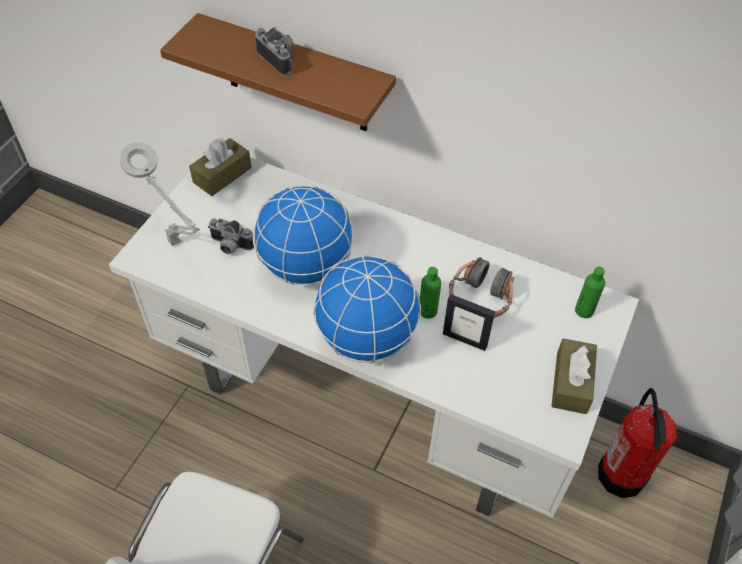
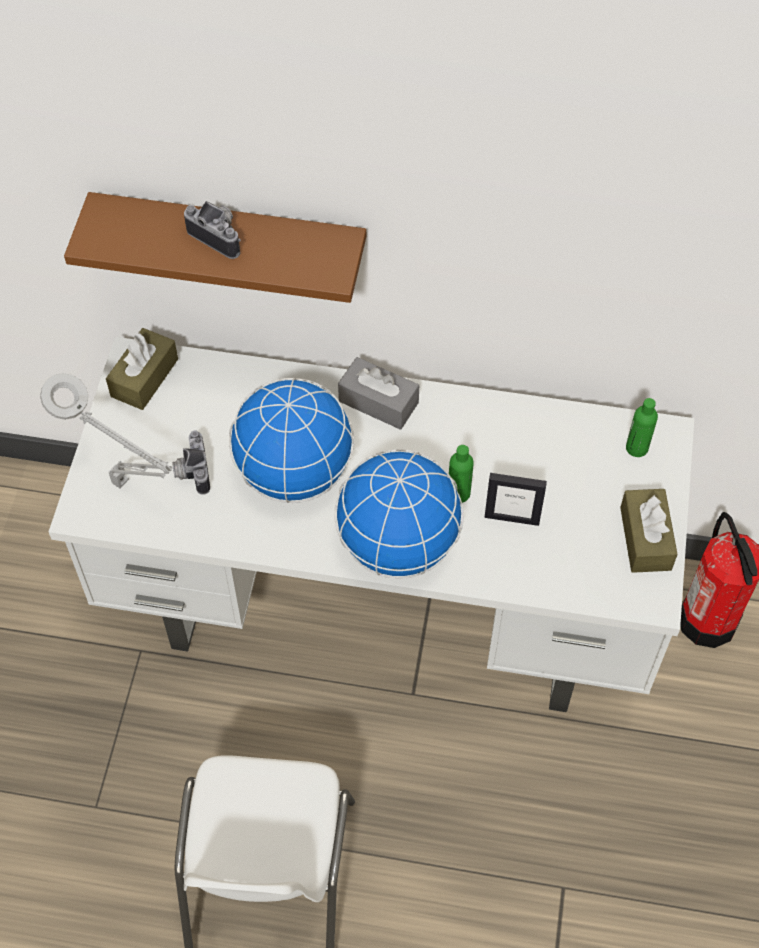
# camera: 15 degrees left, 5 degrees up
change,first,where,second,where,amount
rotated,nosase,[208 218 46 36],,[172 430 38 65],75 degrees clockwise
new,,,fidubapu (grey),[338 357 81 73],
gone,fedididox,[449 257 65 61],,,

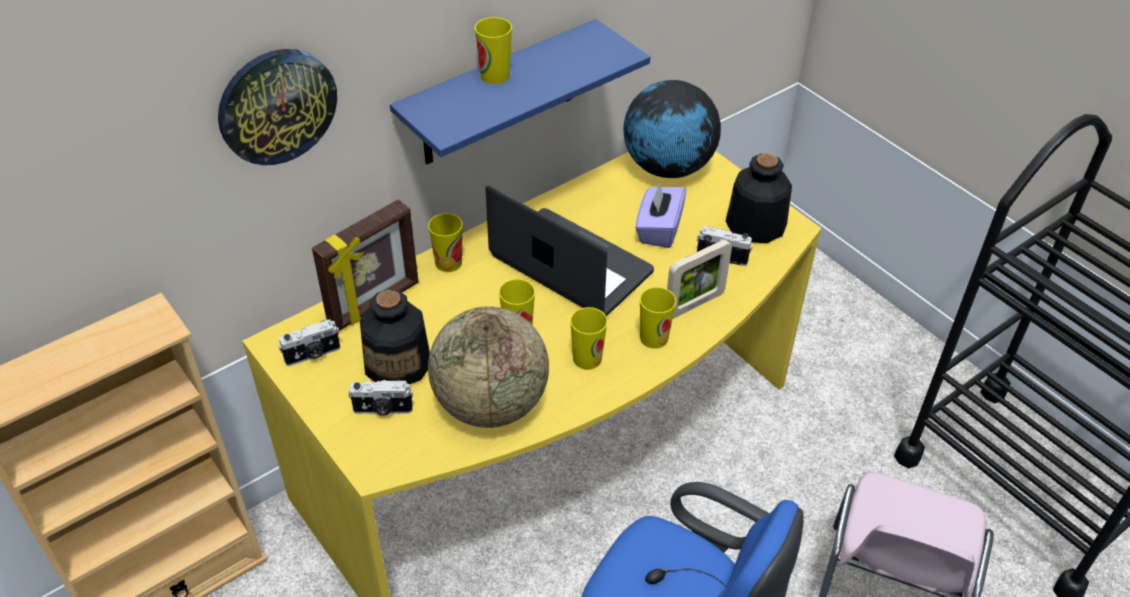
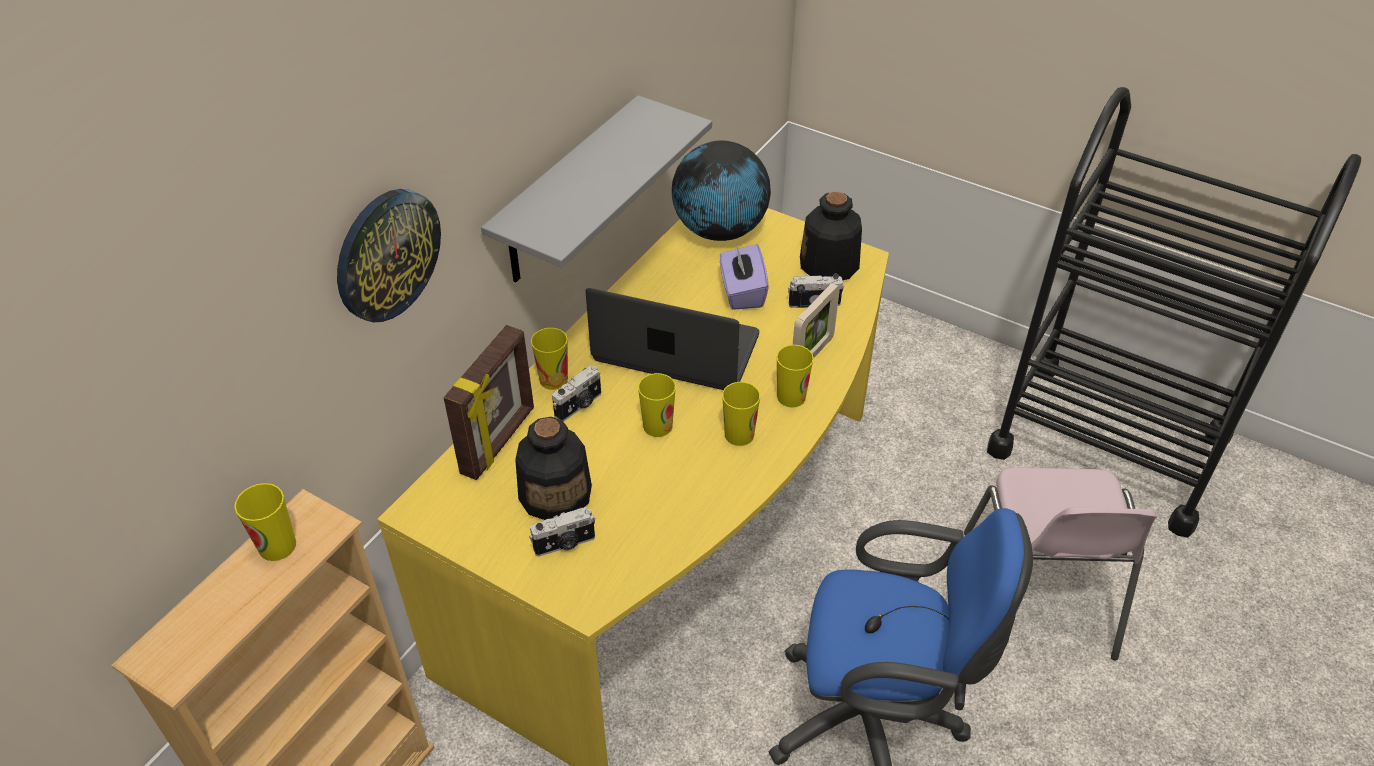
# camera: 20 degrees left, 0 degrees up
change,first,where,second,where,amount
shifted,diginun,[475 17 37 67],,[234 483 62 78],
repainted,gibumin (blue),[390 19 260 145],gibumin (grey),[481 95 231 187],
shifted,nosase,[279 319 61 47],,[552 366 49 56],
gone,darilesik,[428 306 121 122],,,

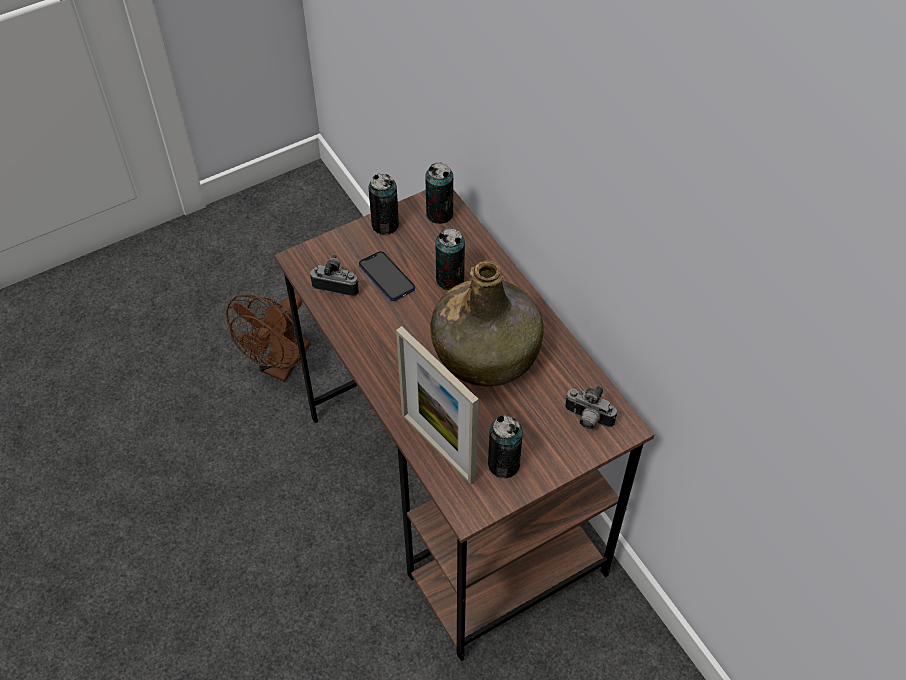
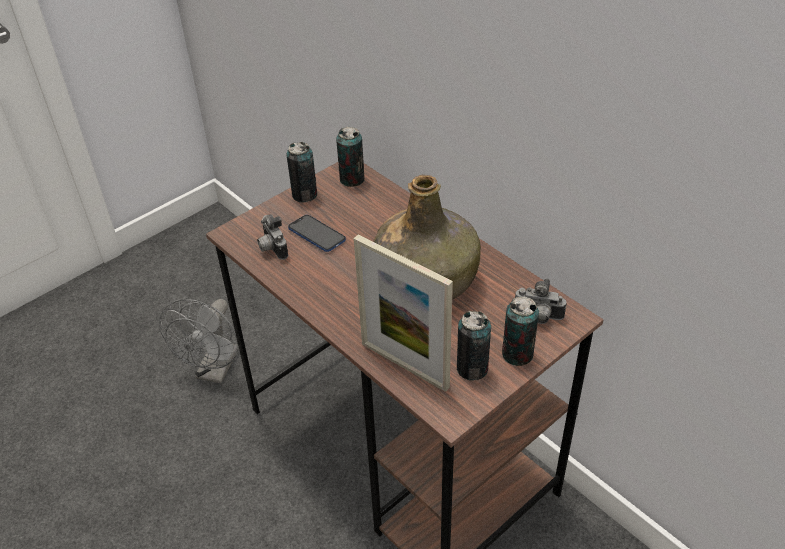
# camera: 10 degrees left, 10 degrees down
change,first,where,second,where,amount
repainted,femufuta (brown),[226 293 85 89],femufuta (grey),[159 299 80 84],
rotated,nosase,[310 254 49 43],,[257 214 31 46],120 degrees counterclockwise
shifted,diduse,[435 228 30 62],,[502 296 37 70],

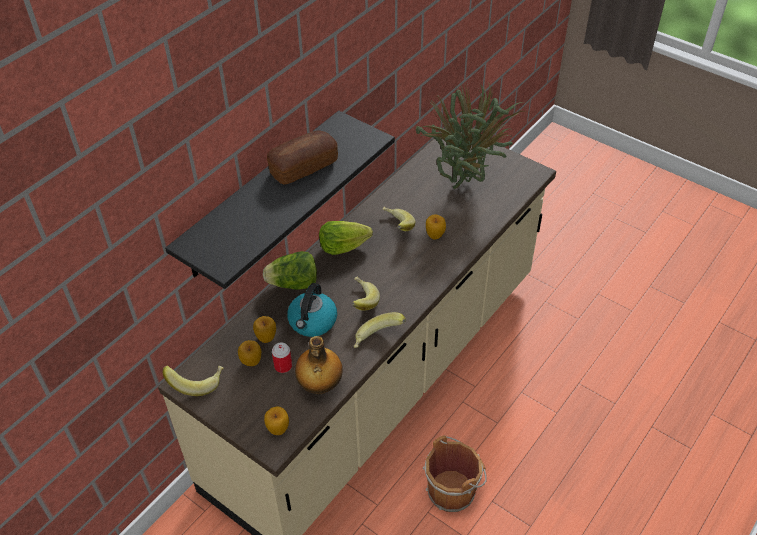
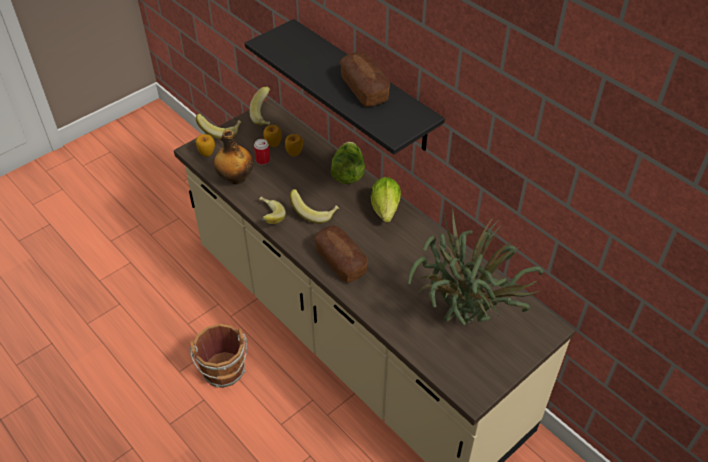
# camera: 100 degrees right, 0 degrees up
change,first,where,second,where,amount
shifted,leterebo,[383 207 32 24],,[196 114 46 25],
new,,,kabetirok,[314 226 53 57],
gone,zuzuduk,[287 283 50 54],,,
gone,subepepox,[426 214 20 25],,,

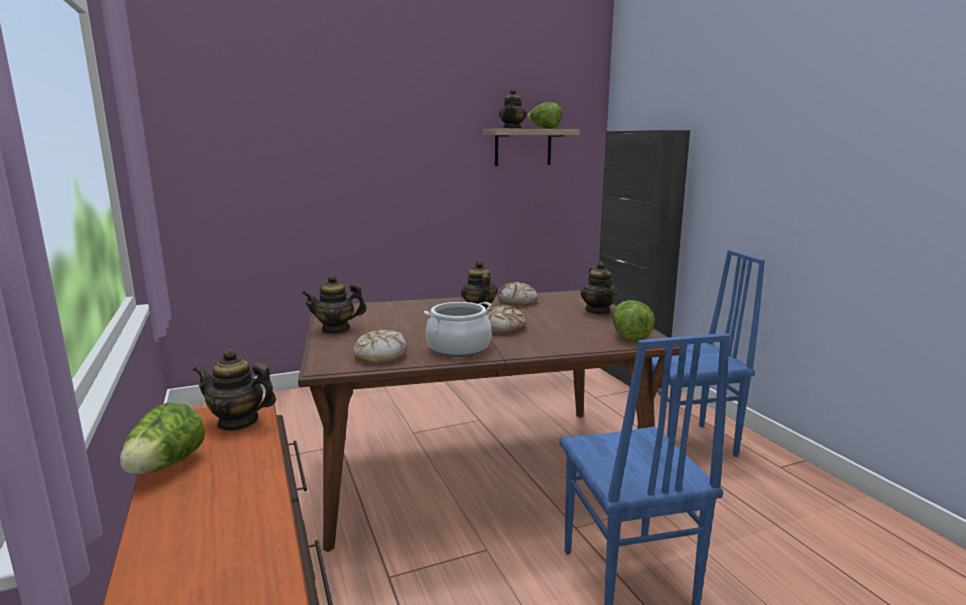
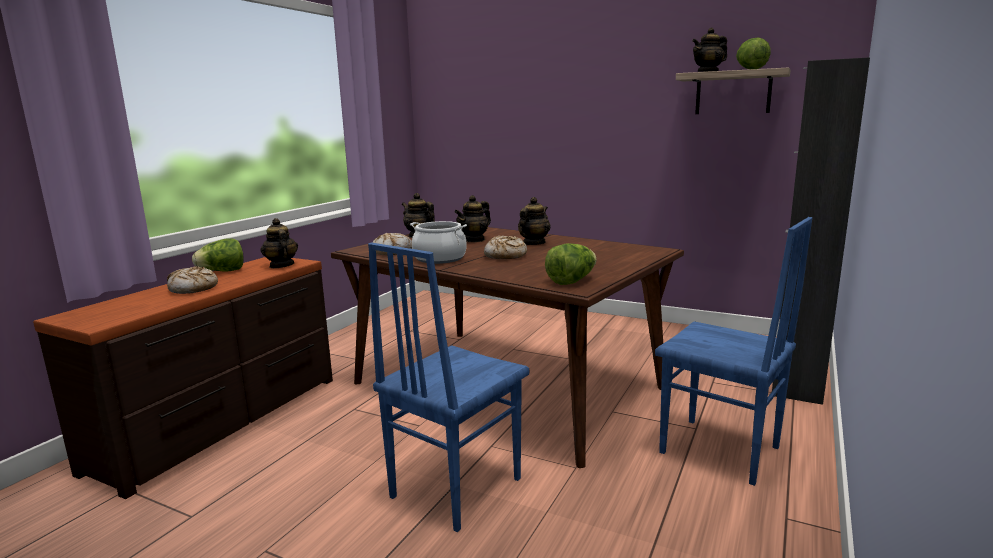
# camera: 50 degrees right, 0 degrees up
change,first,where,second,where,amount
shifted,kabetirok,[497 282 41 23],,[167 266 51 28],
shifted,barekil,[580 262 38 52],,[455 195 36 47],

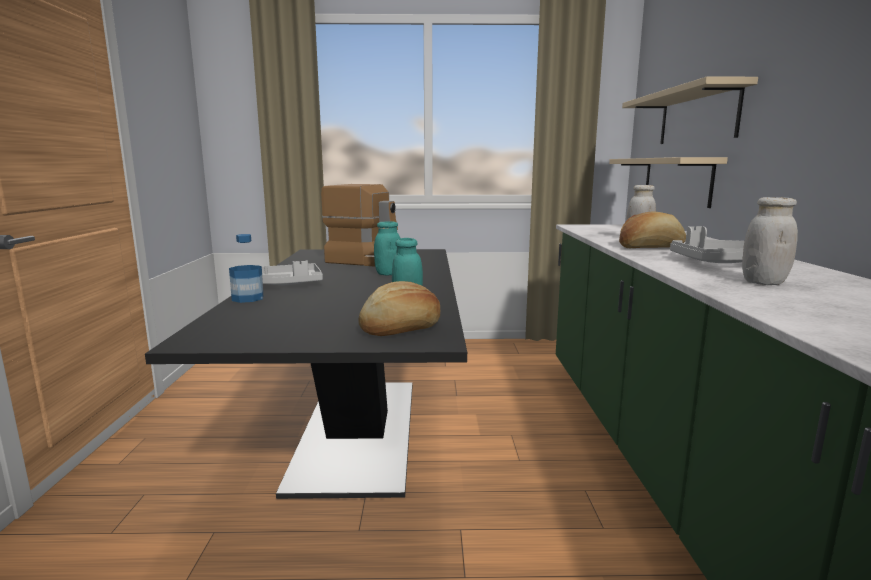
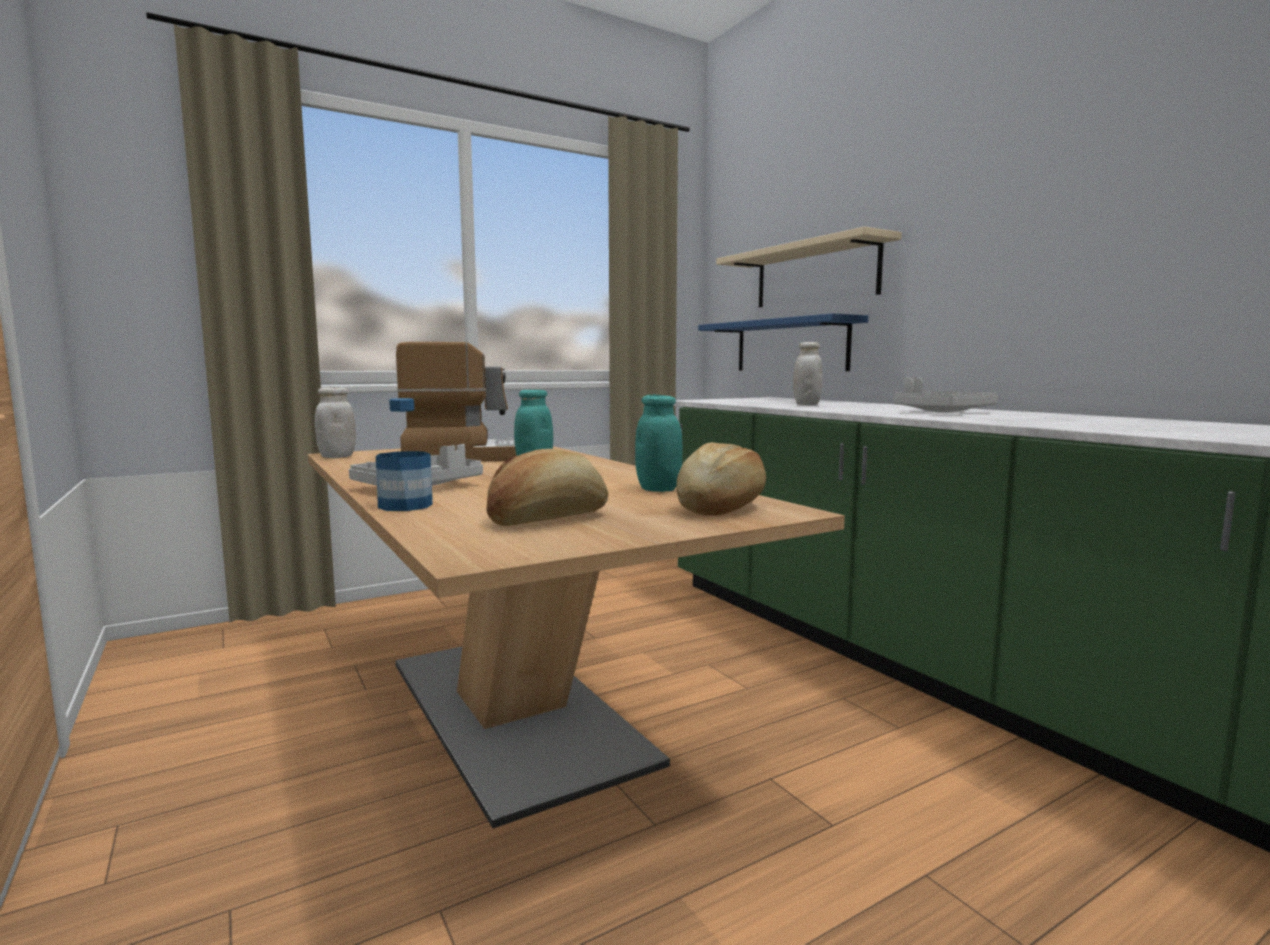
# camera: 30 degrees left, 5 degrees down
change,first,where,second,where,amount
repainted,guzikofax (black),[145 249 322 250],guzikofax (beige),[307 446 538 382],
shifted,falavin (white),[742 197 56 88],,[315 387 41 71],
shifted,kabetirok,[619 212 67 36],,[486 449 122 77],
repainted,gibumin (beige),[609 157 119 51],gibumin (blue),[698 313 170 58],

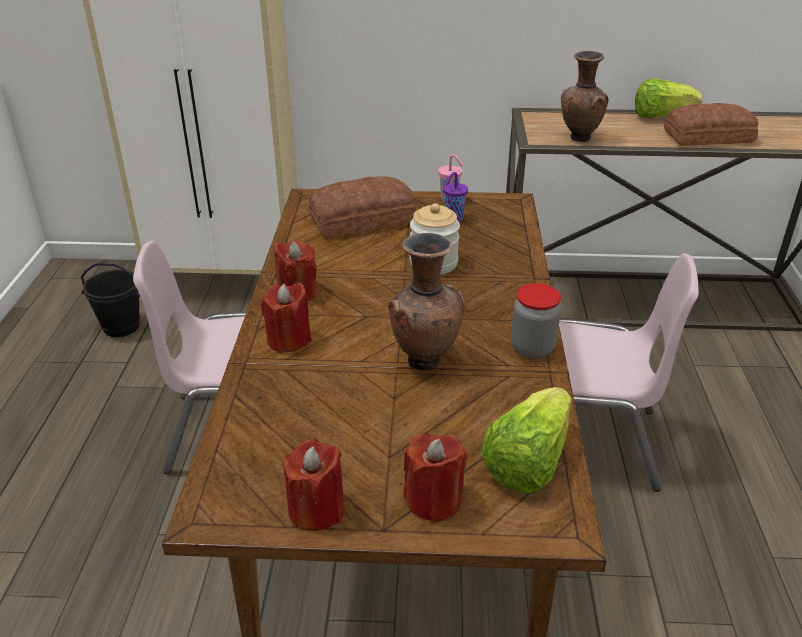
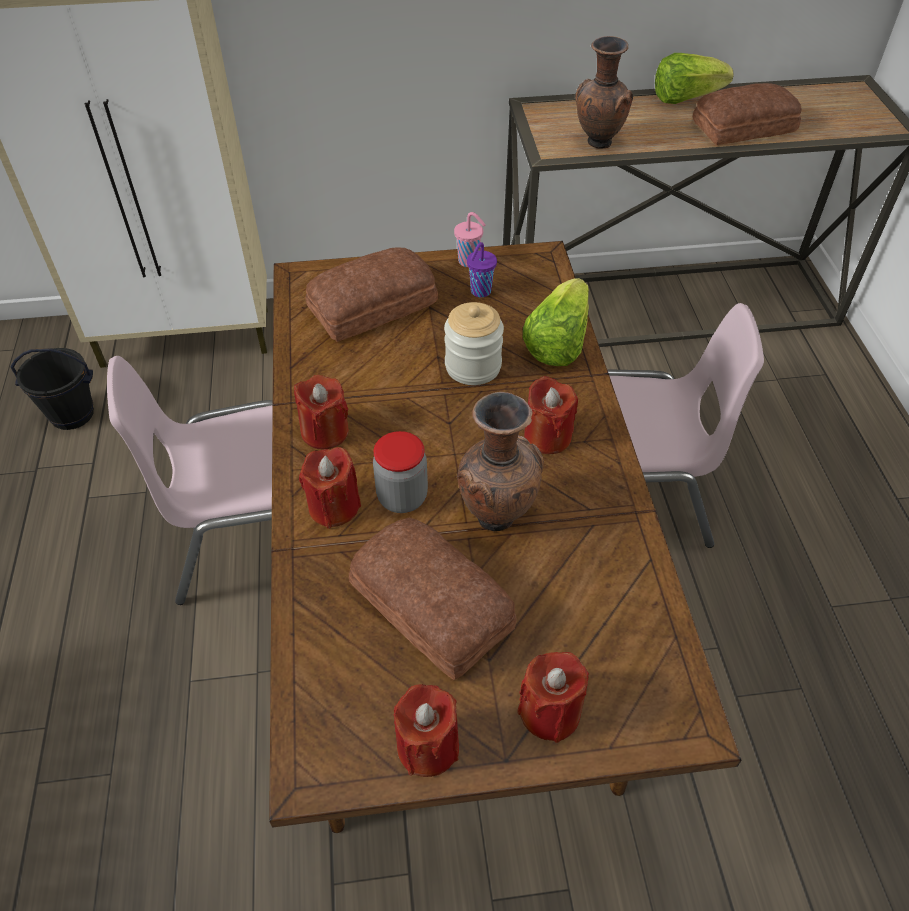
# camera: 10 degrees left, 15 degrees up
change,first,where,second,where,amount
new,,,kabetirok,[349 517 168 163],
shifted,falavin,[511 284 50 75],,[373 431 55 82],
shifted,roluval,[480 387 91 107],,[523 278 66 88],
new,,,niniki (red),[524 376 54 78],

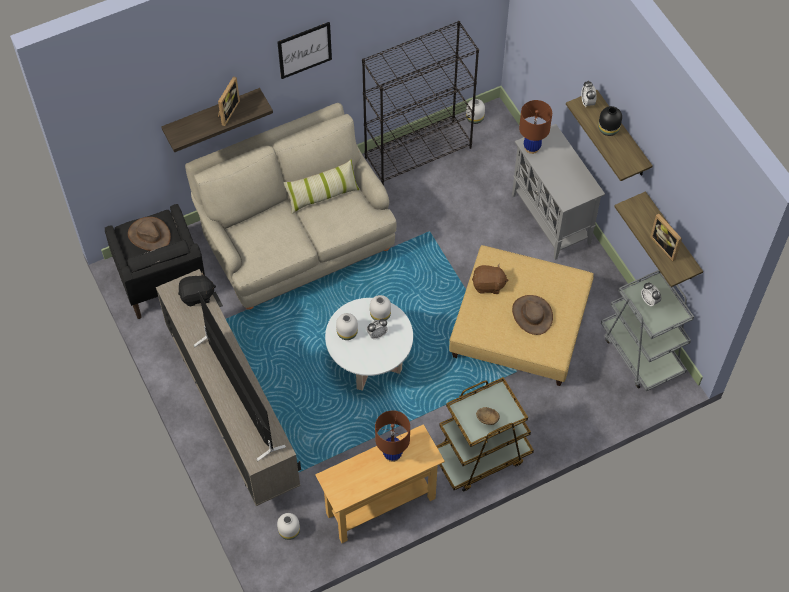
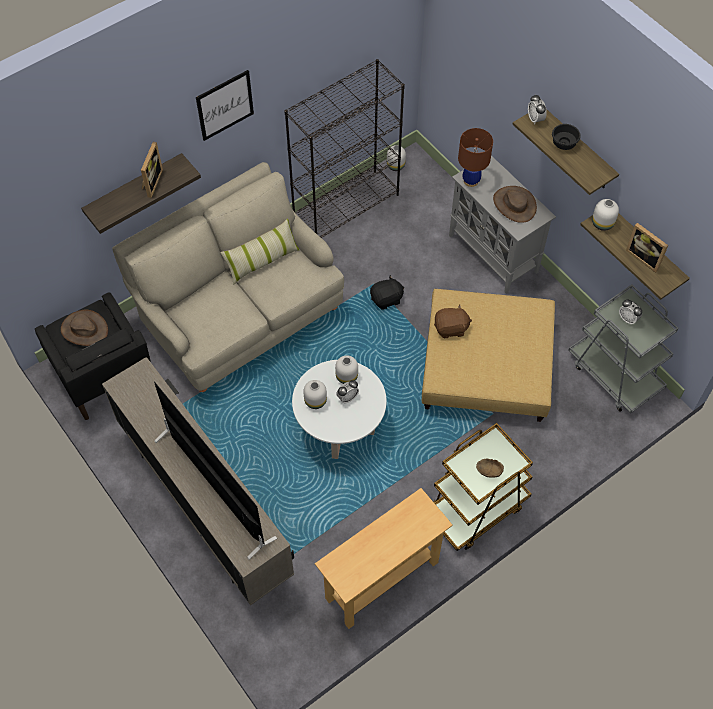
# camera: 10 degrees left, 0 degrees up
change,first,where,second,where,amount
shifted,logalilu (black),[178 271 38 35],,[370 275 34 35],
shifted,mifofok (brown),[512 295 41 40],,[493 186 44 37],
swapped,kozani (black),[598 106 24 30],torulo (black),[552 124 29 26],
shifted,kozani (white),[277 513 23 27],,[592 199 27 32],
gone,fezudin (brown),[375 410 35 52],,,

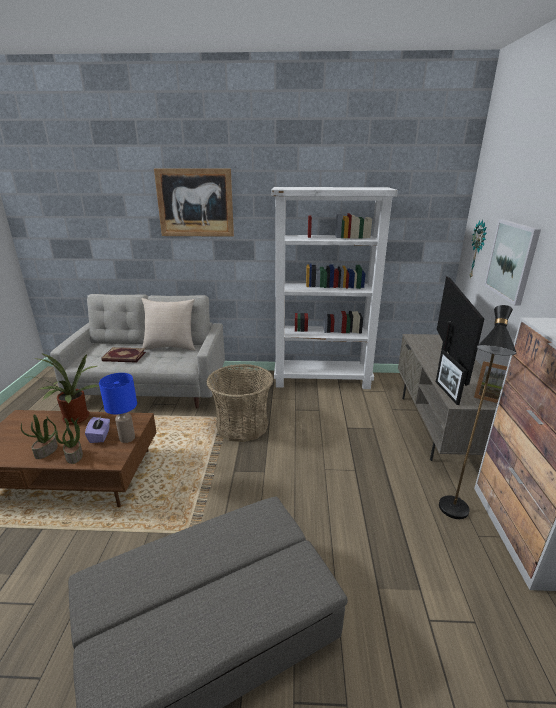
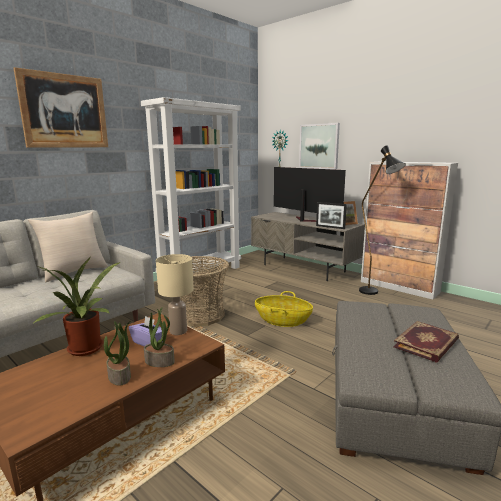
# camera: 50 degrees left, 10 degrees down
change,first,where,second,where,amount
repainted,fezudin (blue),[99 373 38 70],fezudin (beige),[156 254 38 81],
new,,,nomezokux,[255 291 58 36],
shifted,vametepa,[101 347 45 16],,[393 321 66 41],

